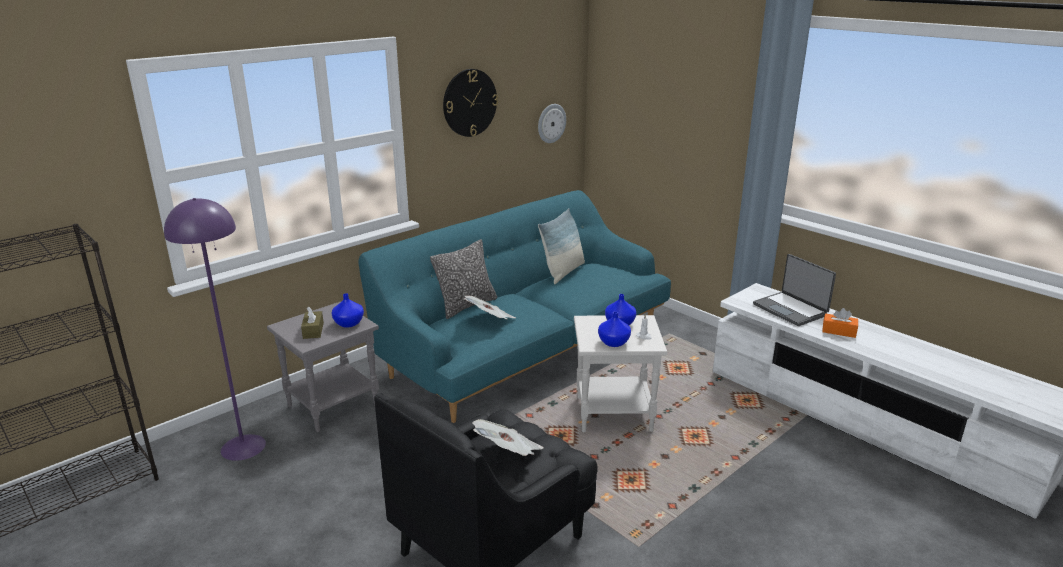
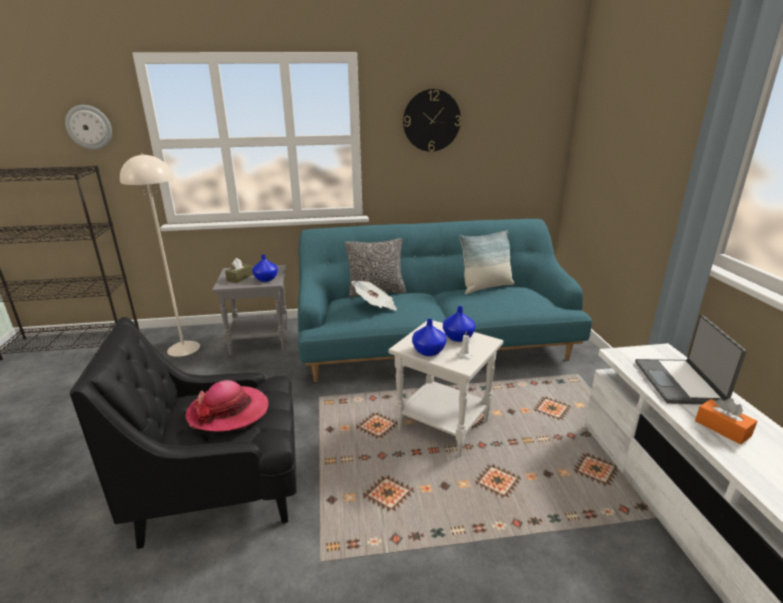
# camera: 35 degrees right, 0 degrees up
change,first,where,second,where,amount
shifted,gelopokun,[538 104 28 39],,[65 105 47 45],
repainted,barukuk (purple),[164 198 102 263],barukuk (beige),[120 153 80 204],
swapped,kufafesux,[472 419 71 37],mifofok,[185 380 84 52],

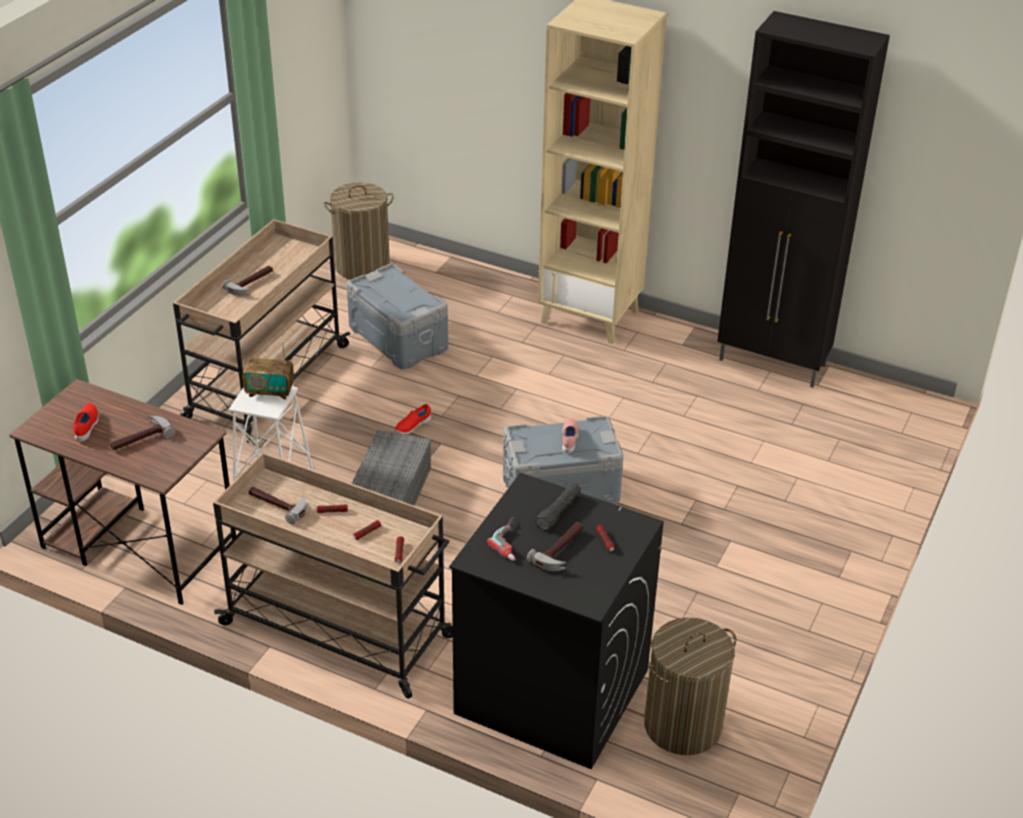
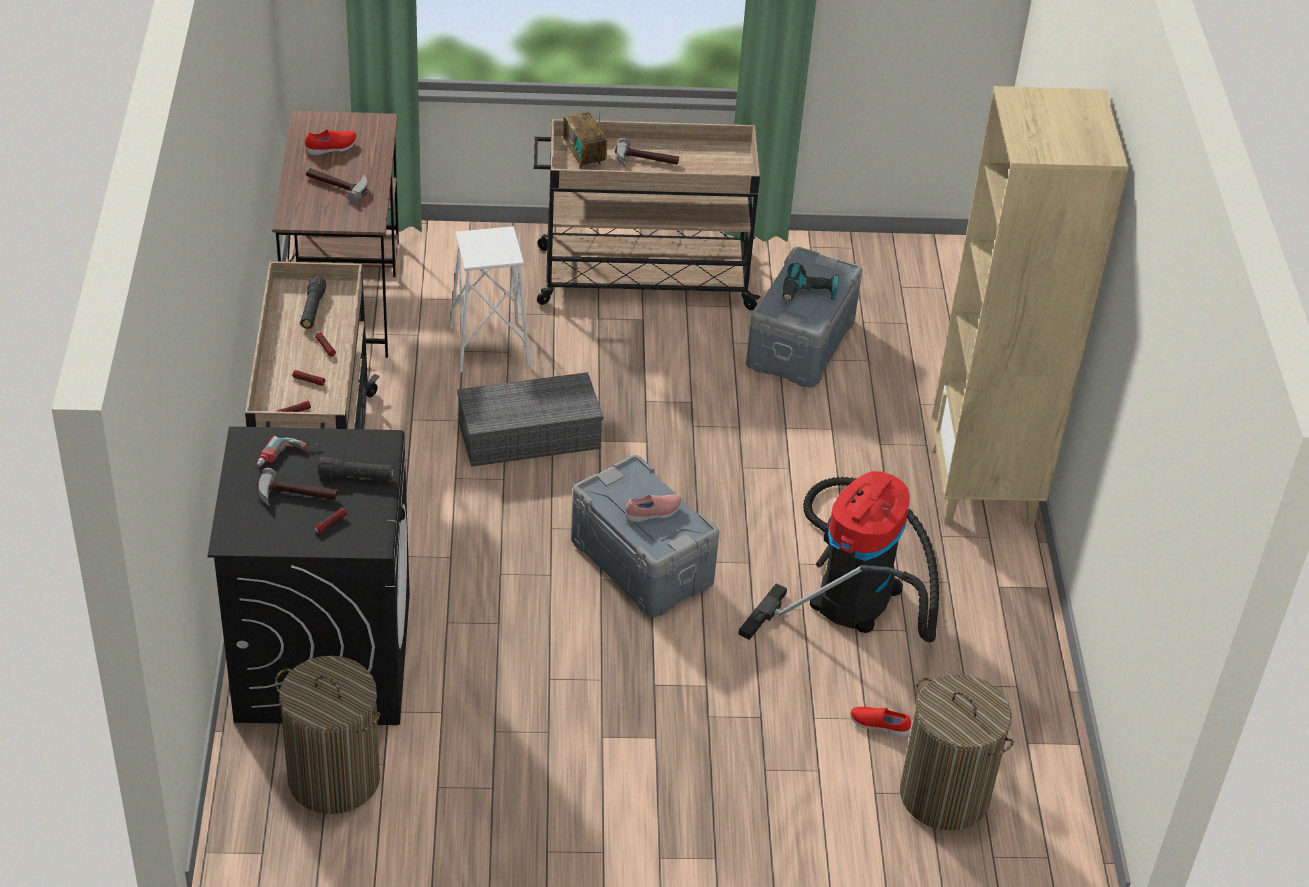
# camera: 60 degrees right, 5 degrees up
change,first,where,second,where,amount
swapped,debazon,[248 487 59 37],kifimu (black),[300 276 26 53],
shifted,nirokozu,[242 341 52 59],,[563 110 44 59],
new,,,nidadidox,[738 471 201 171],
new,,,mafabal,[782 263 57 39],
shifted,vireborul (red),[395 404 36 31],,[850 707 61 30],
shifted,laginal,[324 182 70 98],,[900 674 114 157],
gone,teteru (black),[717 11 173 377],,,

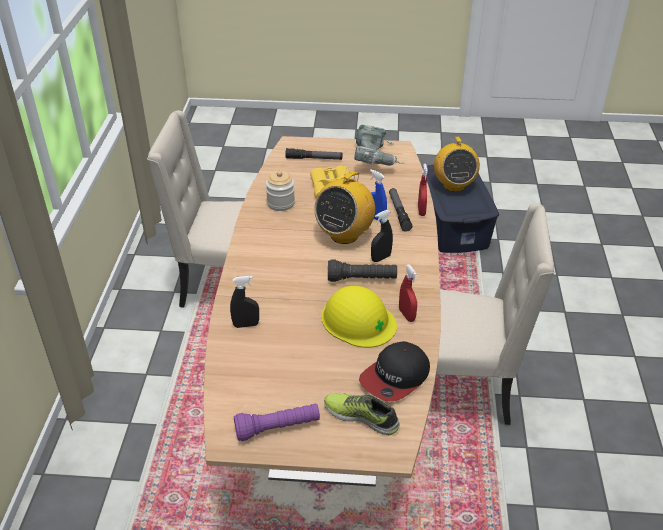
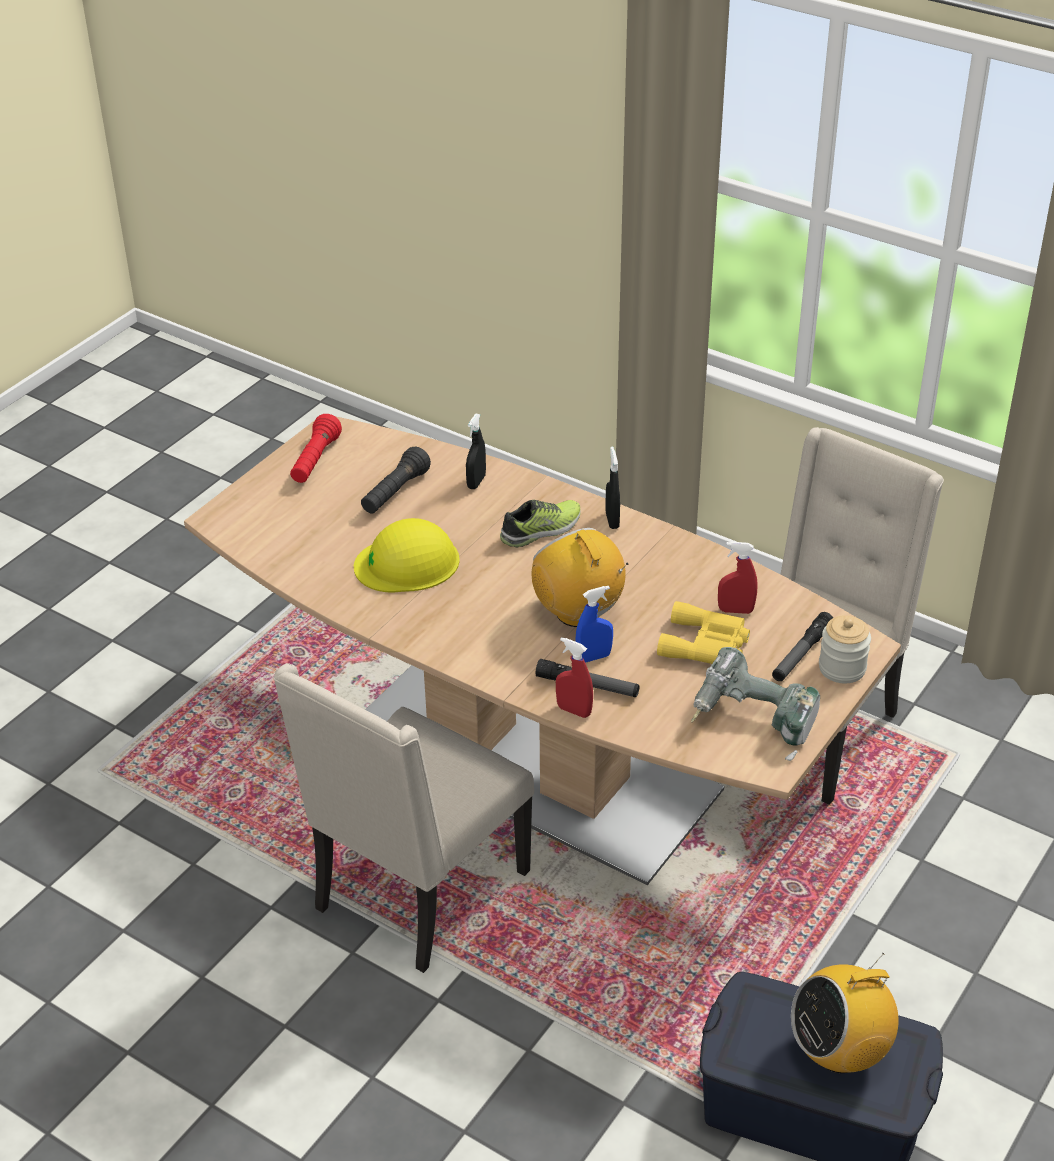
# camera: 120 degrees right, 0 degrees up
change,first,where,second,where,amount
repainted,kifimu (purple),[234 404 86 37],kifimu (red),[290 414 52 69],
shifted,kifimu (black),[328 260 69 22],,[361 446 70 68],
shifted,vireborul,[324 393 76 42],,[500 500 81 47],
shifted,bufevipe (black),[371 210 22 52],,[605 446 15 83],
shifted,bufevipe (red),[399 264 18 58],,[718 542 39 72],
rotated,nirokozu,[434 137 46 55],,[791 953 108 120],45 degrees counterclockwise
shifted,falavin,[266 171 29 40],,[819 615 52 68],
gone,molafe,[359 341 71 61],,,

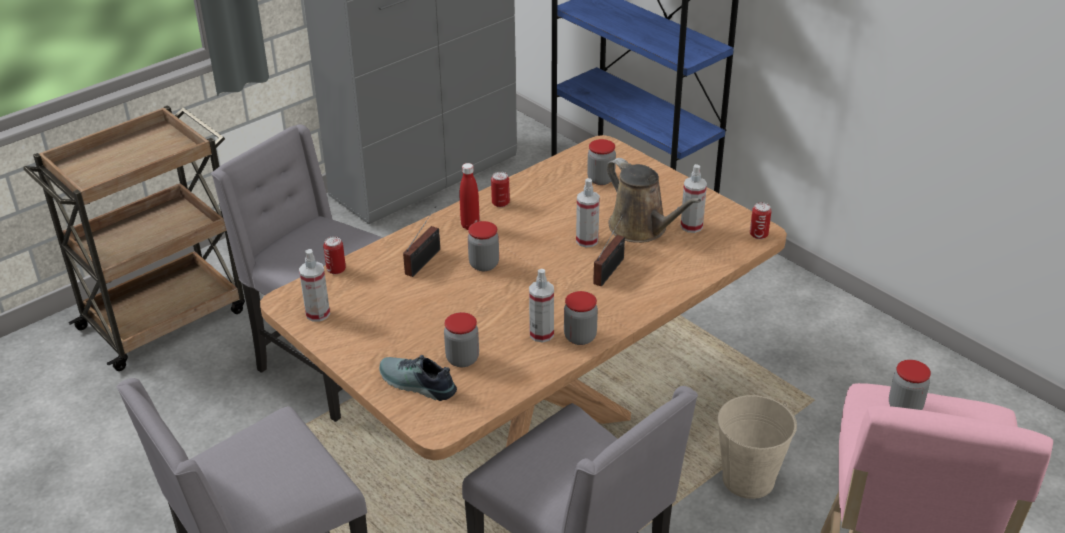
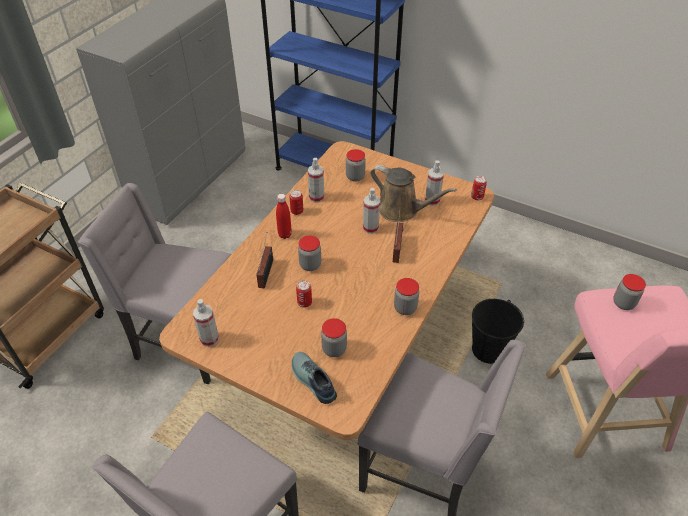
# camera: 20 degrees left, 10 degrees up
change,first,where,second,where,amount
rotated,vireborul,[379 355 78 46],,[291 352 46 52],45 degrees clockwise
shifted,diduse,[323 237 23 37],,[296 281 16 27],
shifted,bufevipe,[529 269 25 73],,[308 158 16 45],
repainted,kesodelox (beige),[717 395 80 104],kesodelox (black),[472 299 52 65],

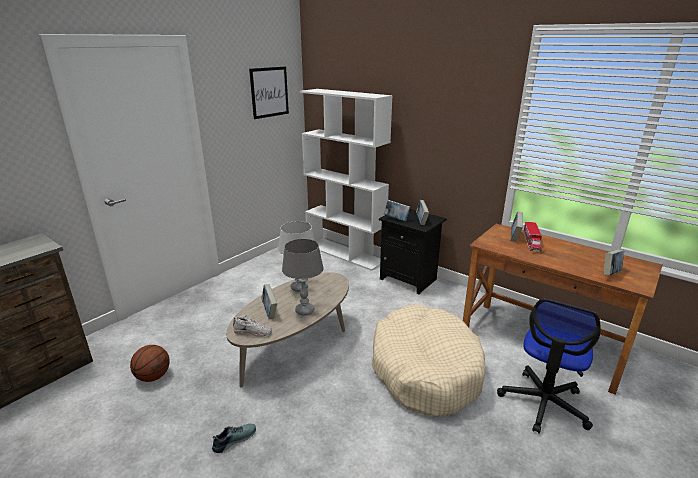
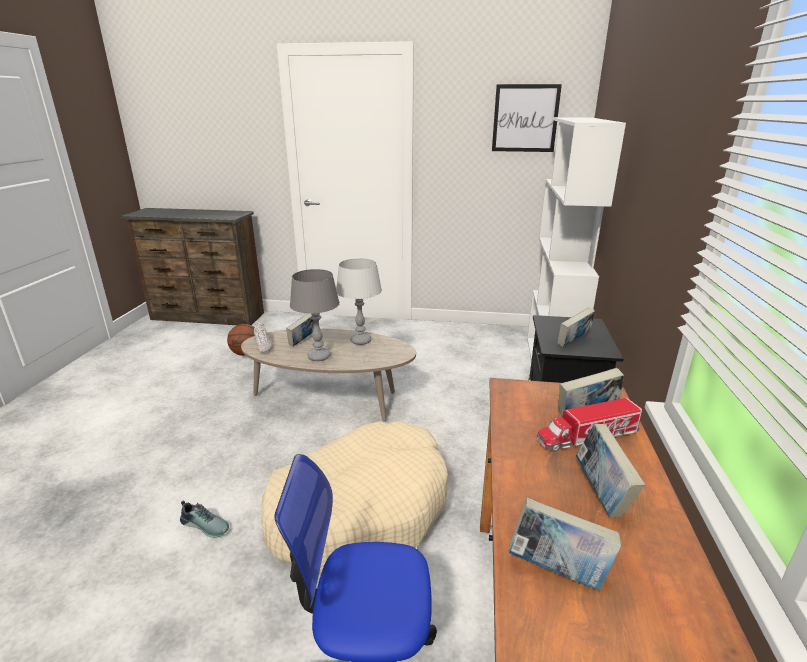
# camera: 60 degrees right, 0 degrees up
change,first,where,second,where,amount
shifted,vireborul,[212 424 44 29],,[180 500 49 38],
shifted,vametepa,[384 200 26 21],,[576 424 69 94],

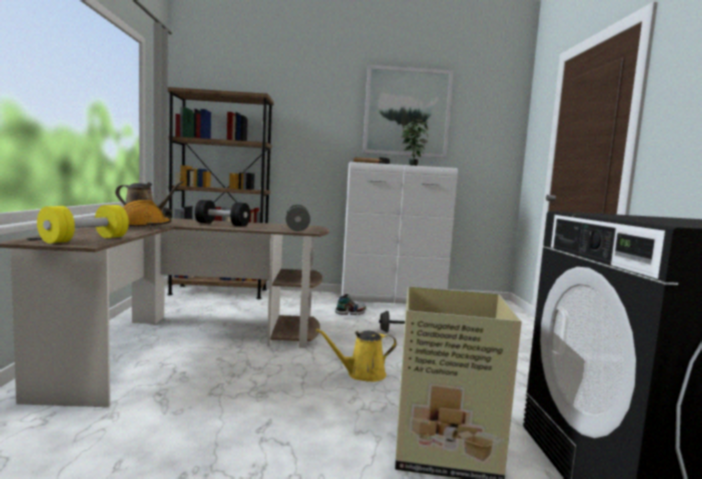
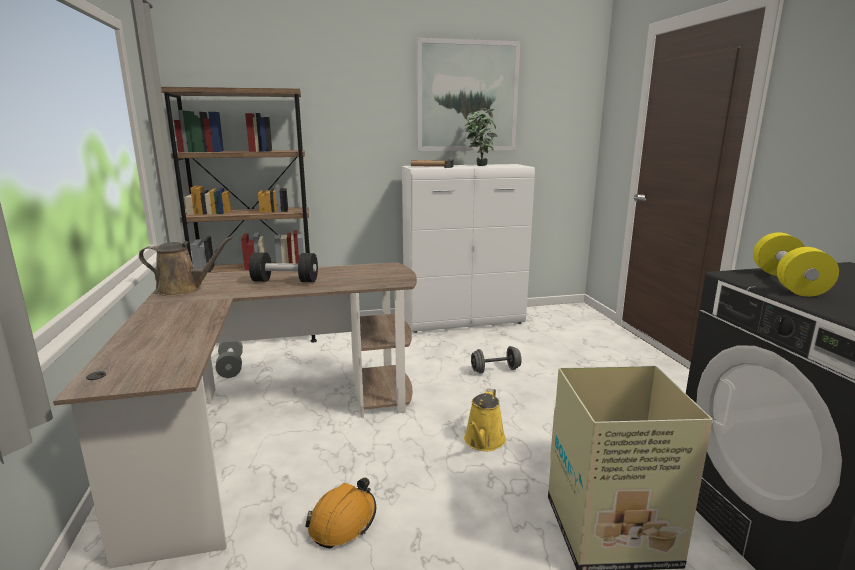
# camera: 10 degrees left, 10 degrees up
change,first,where,second,where,amount
shifted,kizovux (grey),[286 204 24 27],,[216 341 27 37],
shifted,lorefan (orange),[123 200 49 27],,[305 478 71 70],
rotated,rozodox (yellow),[316 329 81 53],,[464 388 42 63],45 degrees counterclockwise
shifted,kizovux (yellow),[37 205 92 38],,[753 232 86 65],
gone,vireborul,[335 294 31 21],,,

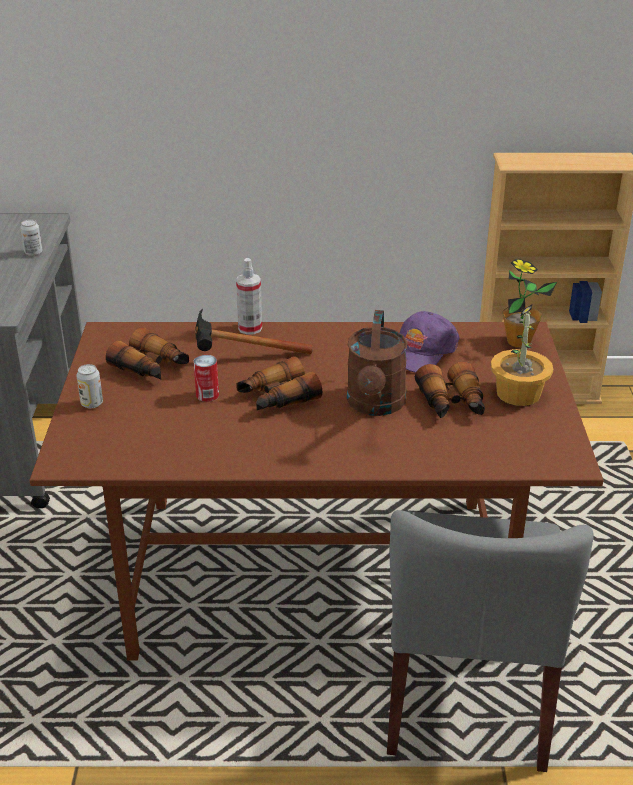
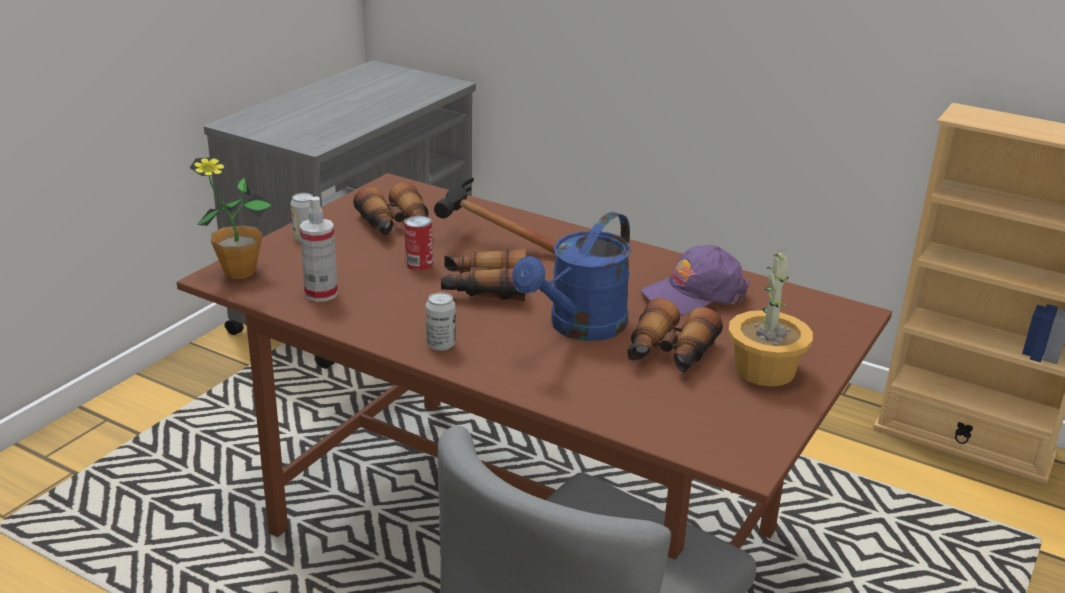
# camera: 30 degrees right, 5 degrees down
change,first,where,second,where,amount
shifted,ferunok,[502 259 55 88],,[190 157 82 122],
shifted,bufevipe,[236 258 26 77],,[299 196 39 106],
shifted,diduse,[20 220 22 36],,[426 292 30 59],
repainted,rozodox (brown),[347 310 61 106],rozodox (blue),[512 212 119 129],

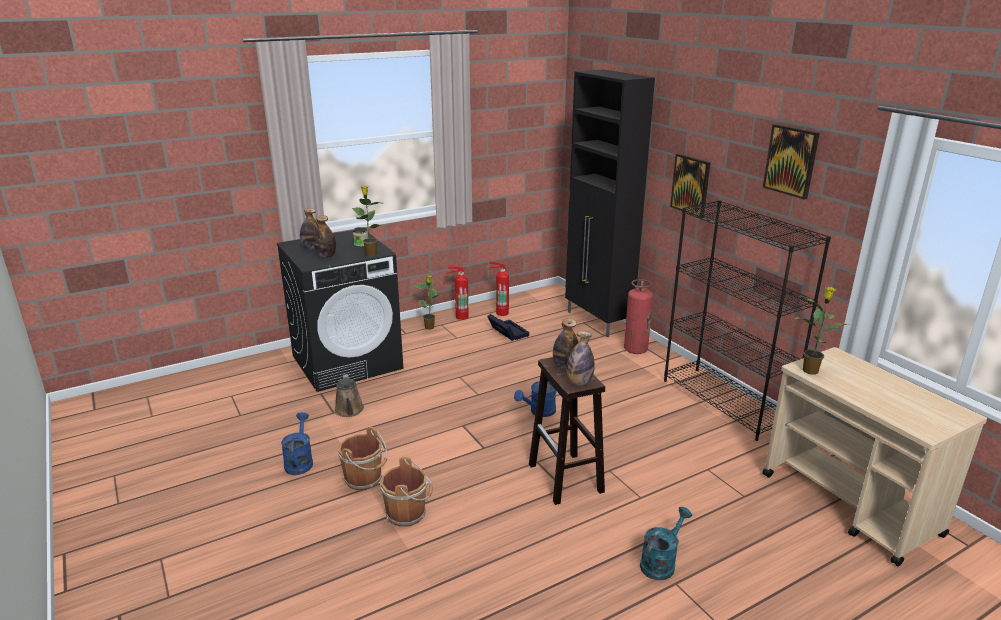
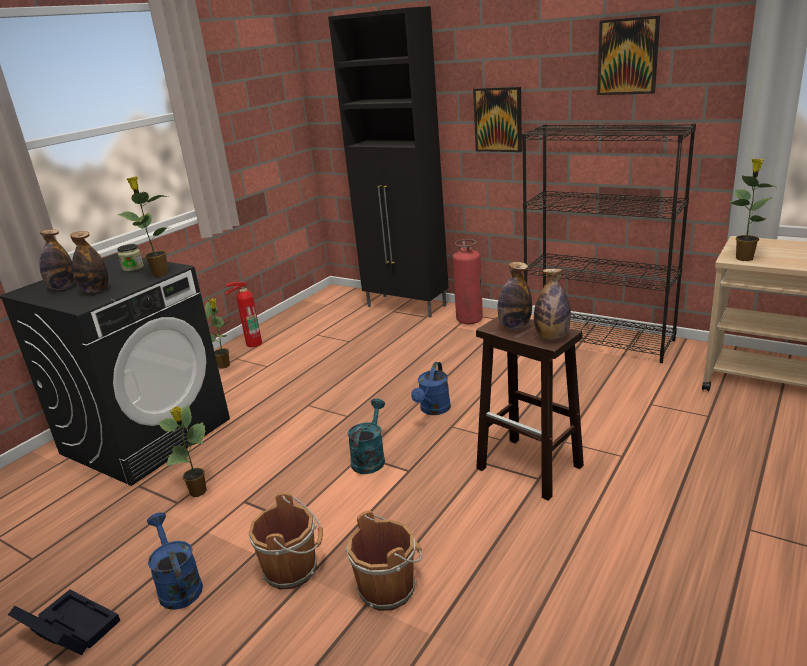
# camera: 25 degrees left, 0 degrees up
change,first,where,second,where,amount
shifted,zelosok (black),[487 314 42 27],,[8 589 112 66],
swapped,rozodox (brown),[335 374 29 43],ferunok,[159 405 48 92],
shifted,rozodox (turquoise),[640 507 52 73],,[348 399 37 75],
gone,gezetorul,[488 261 21 55],,,

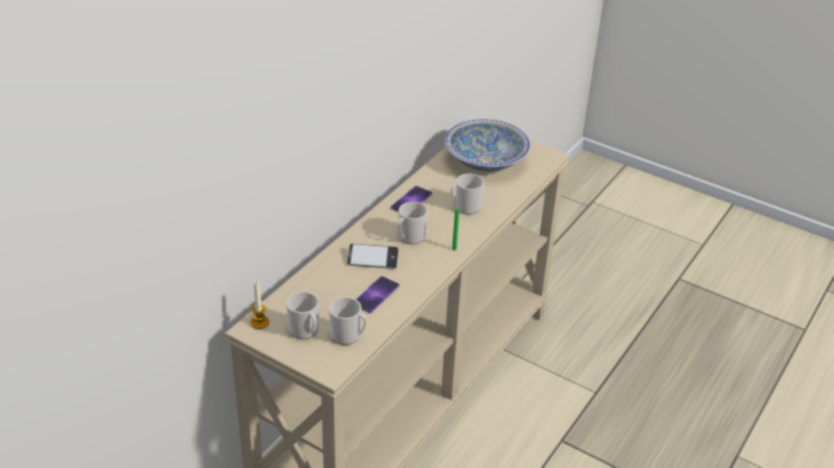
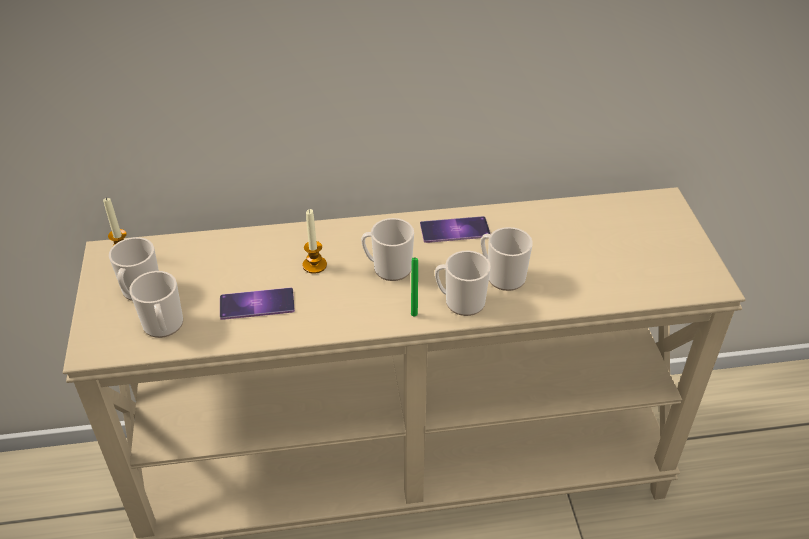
# camera: 50 degrees right, 5 degrees up
change,first,where,second,where,amount
swapped,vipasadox,[347 244 52 25],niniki,[303 209 24 65],
new,,,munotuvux,[435 251 56 65],
gone,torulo,[445 119 85 53],,,

